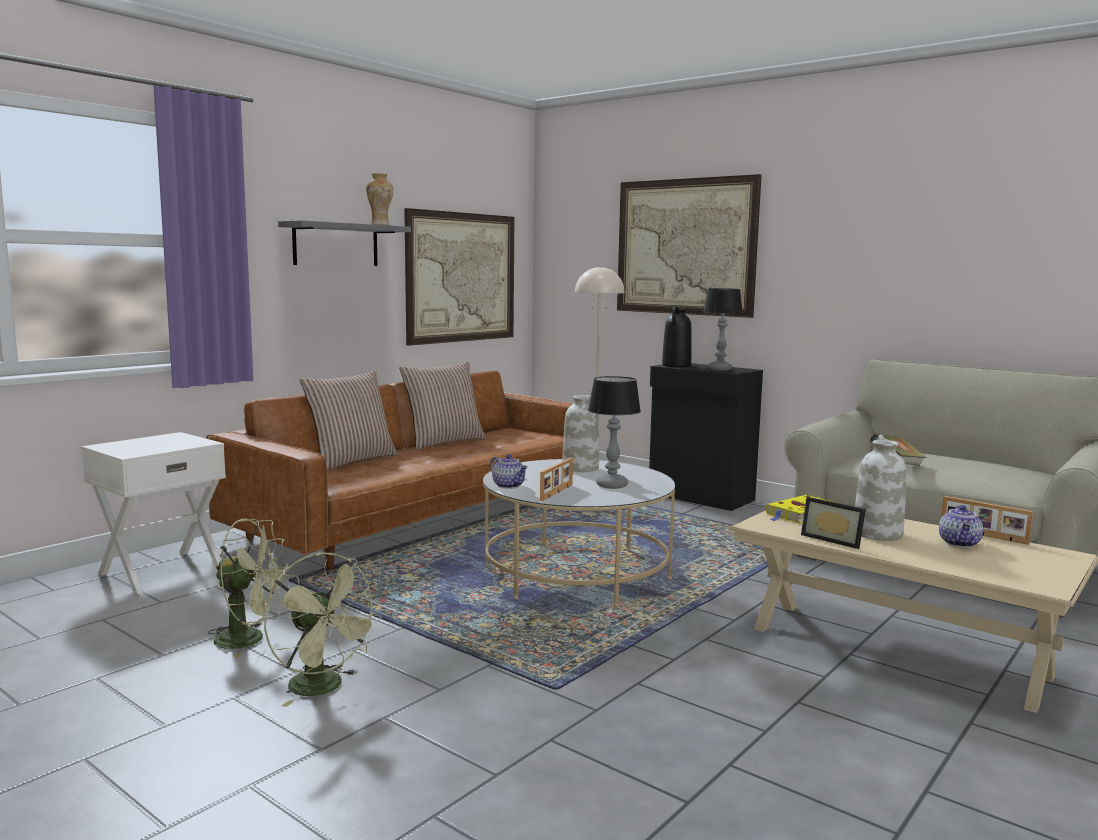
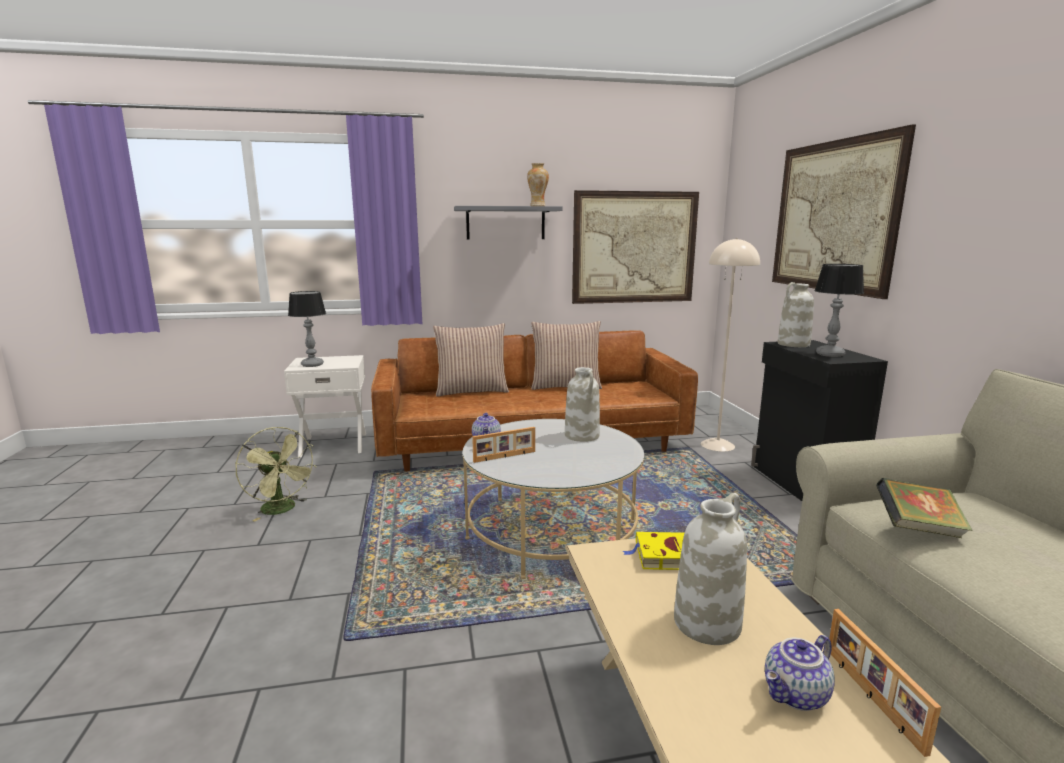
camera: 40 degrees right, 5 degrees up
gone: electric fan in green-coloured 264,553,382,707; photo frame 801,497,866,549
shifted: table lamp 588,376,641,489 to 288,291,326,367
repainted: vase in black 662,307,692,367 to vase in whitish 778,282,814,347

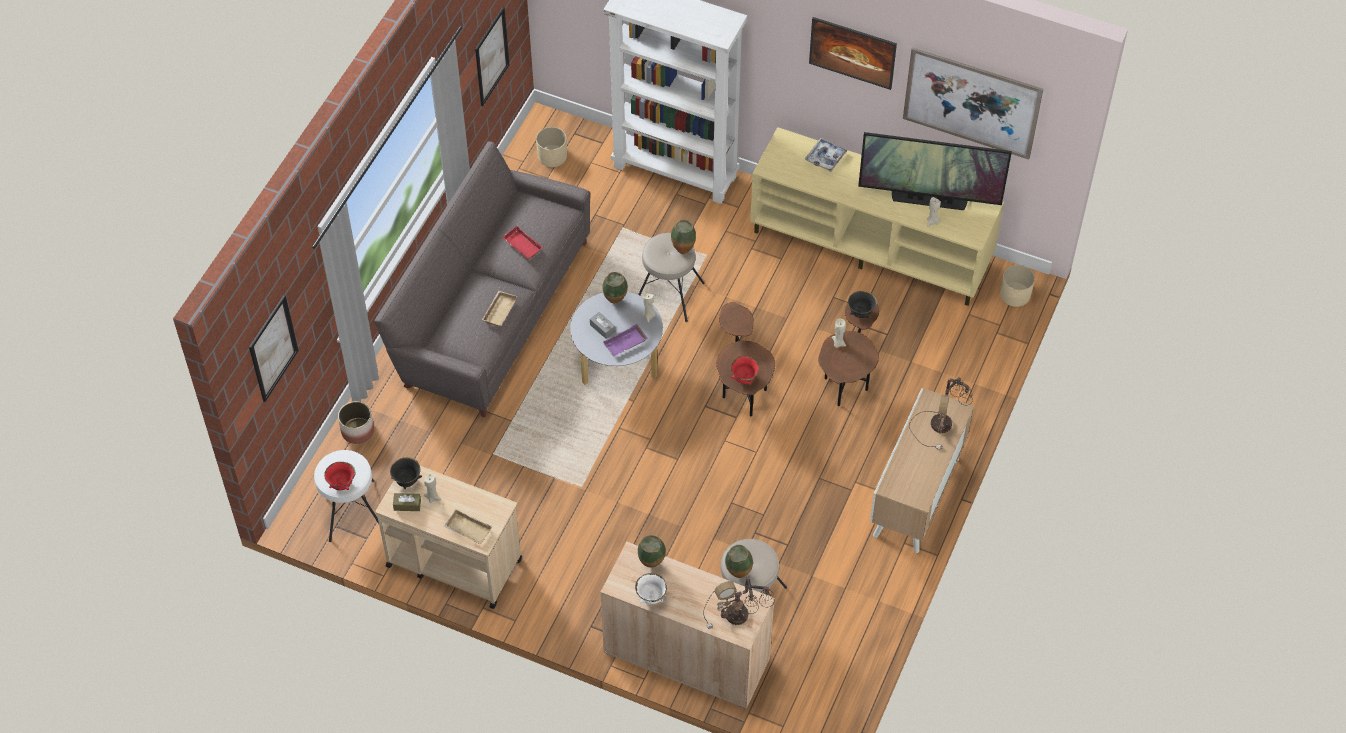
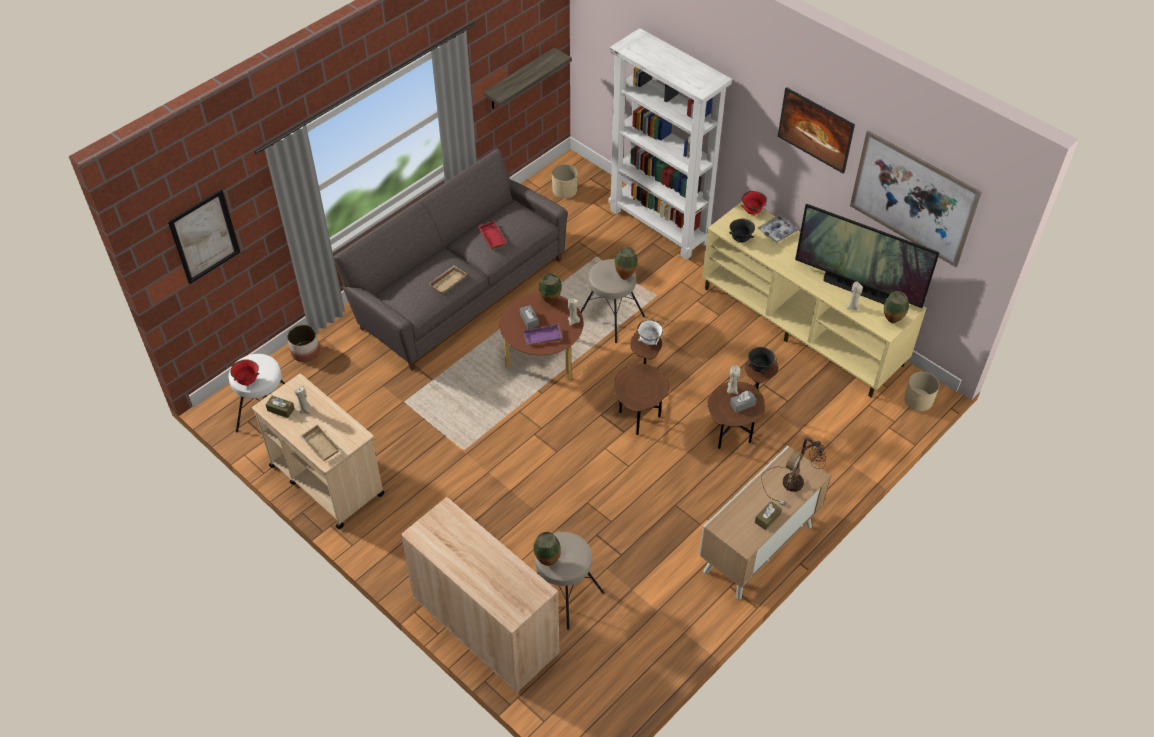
camera: 20 degrees right, 5 degrees down
gone: table lamp 703,576,774,629
new: box of tissues in grey 730,391,757,413; box of tissues in brownish 755,501,782,530
shifted: deep dish in black 390,457,422,489 to 729,218,755,243; deep dish in whitish 635,573,667,604 to 637,320,663,345; vase 638,535,666,568 to 884,291,909,323; deep dish in red 731,356,759,385 to 741,191,767,215
swapped: wall art 475,7,510,106 to wall shelf 483,47,572,109
repainted: lounge table in grey 570,292,663,385 to lounge table in brownish 500,293,583,381

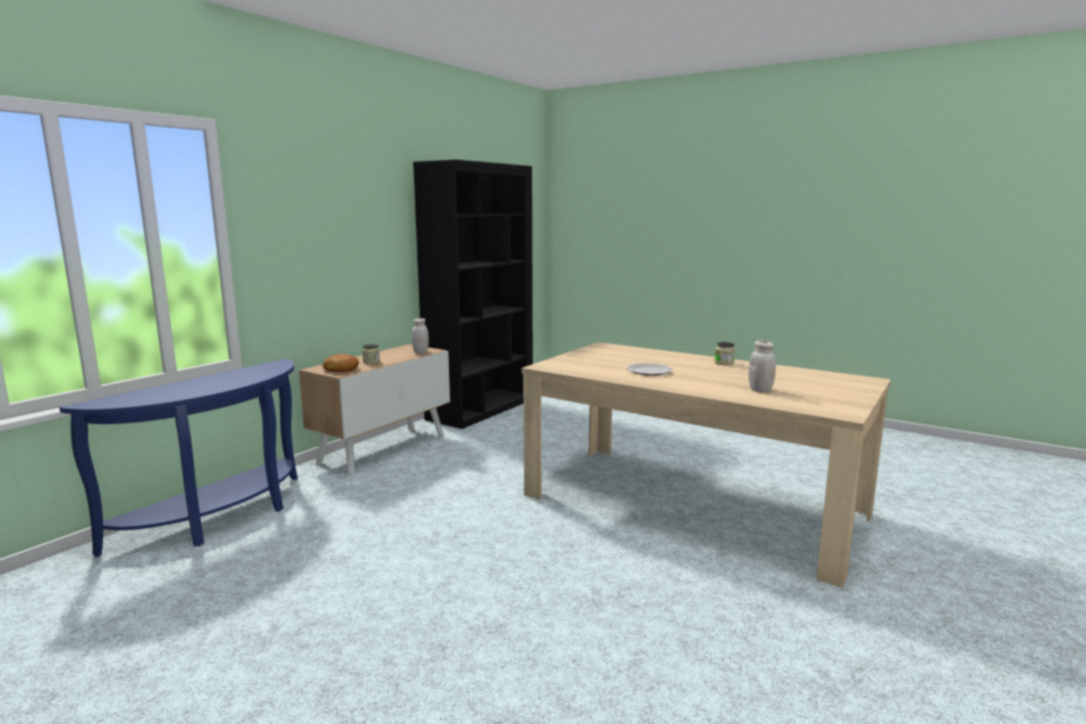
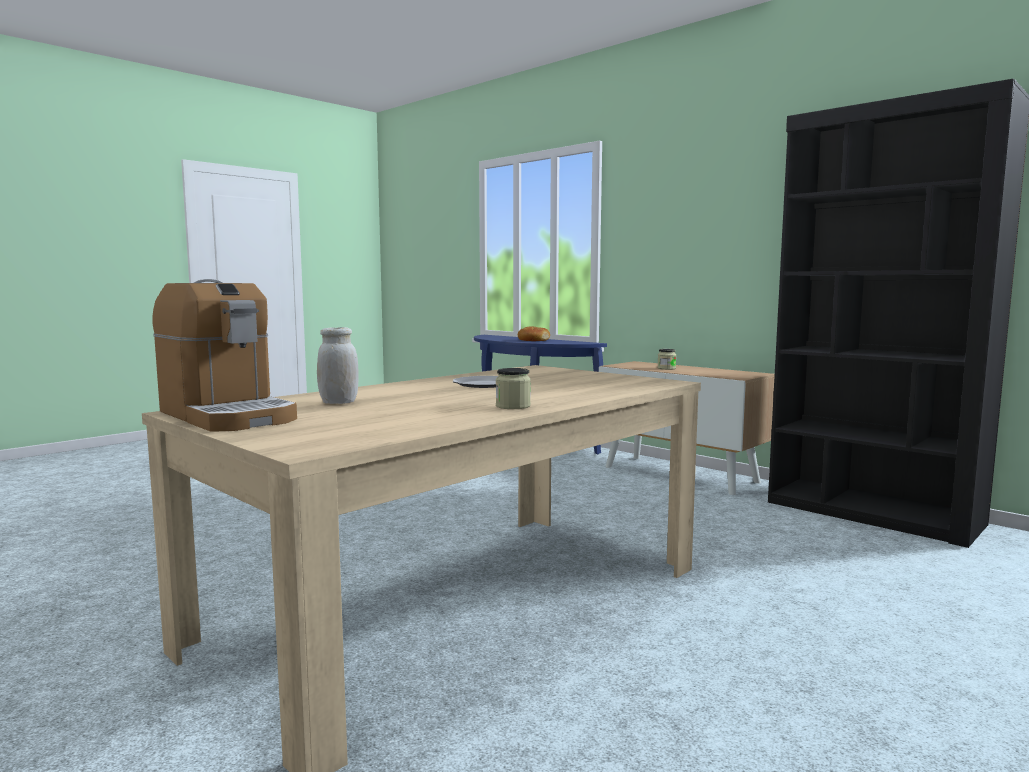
camera: 100 degrees right, 5 degrees down
gone: jar in whitish 412,318,429,354
new: coffee maker 152,279,297,432
shifted: bakery bread 323,354,359,372 to 518,327,550,341

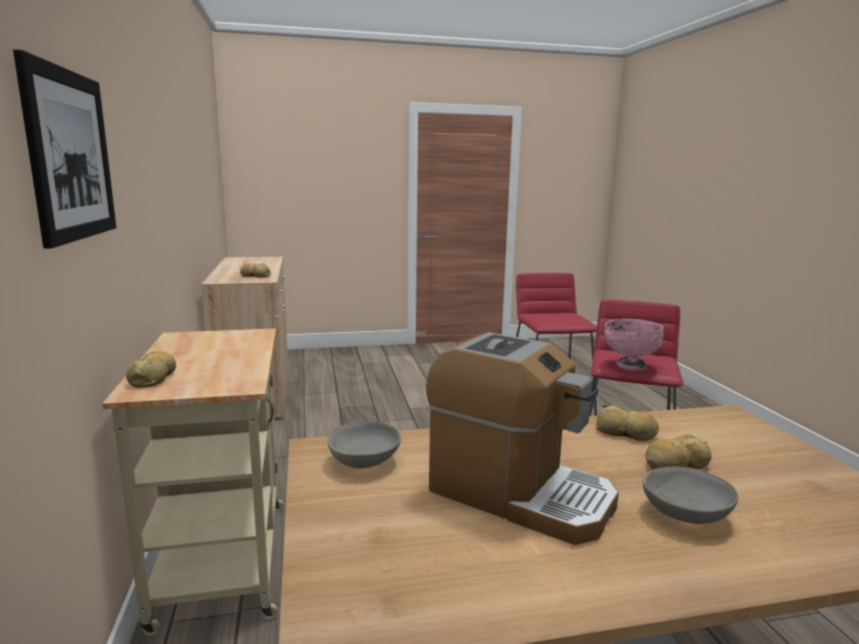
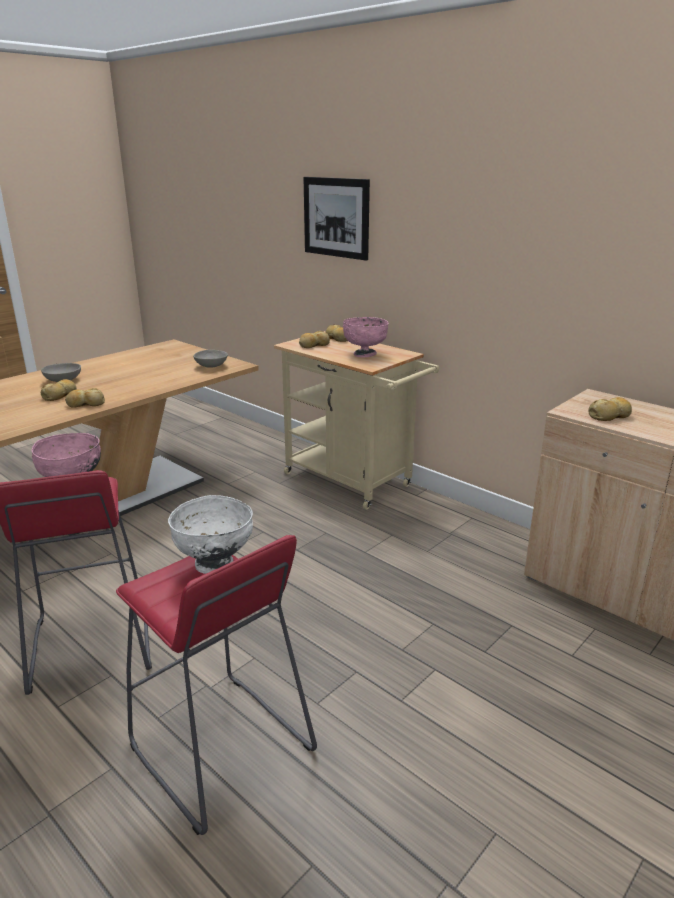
camera: 145 degrees right, 10 degrees up
gone: coffee maker 426,332,619,545
new: deep dish in whitish 168,495,253,574; bakery bread 299,331,330,348; deep dish in pink 343,317,389,357

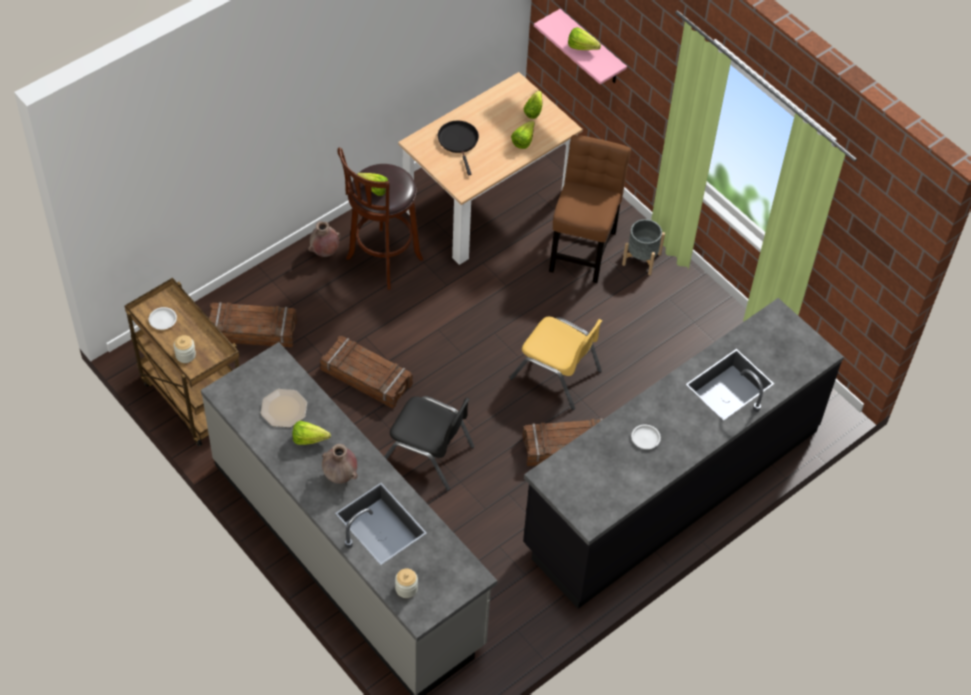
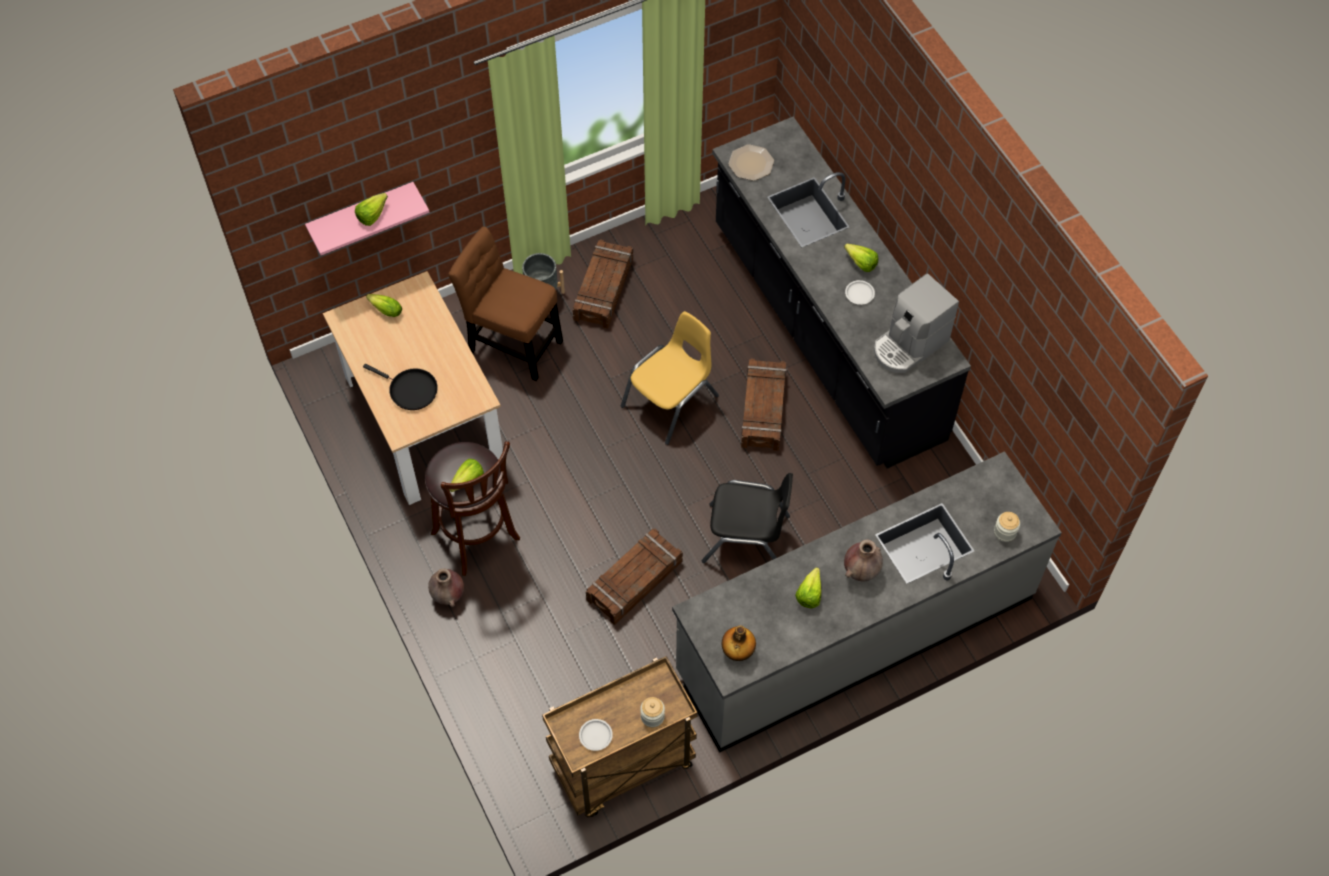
camera: 75 degrees left, 5 degrees up
new: bottle 721,625,756,661; coffee maker 874,273,959,373
shifted: packing crate 209,302,297,348 to 573,239,633,328; plate 261,389,307,427 to 728,144,774,181; lettuce head 511,120,535,149 to 844,243,878,272
rotated: upright chair in black 384,396,474,491 = 702,473,793,563 60 degrees clockwise; skillet in black 438,121,479,175 = 363,364,438,410 150 degrees counterclockwise

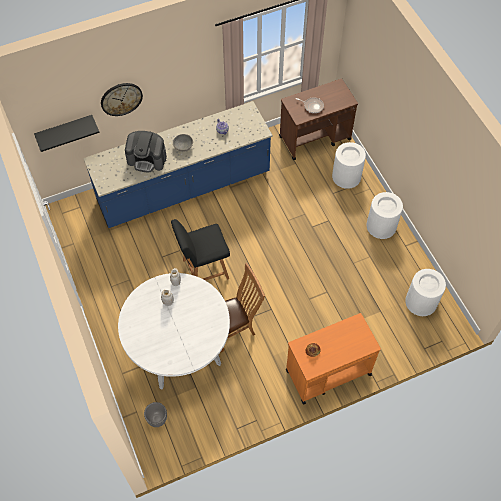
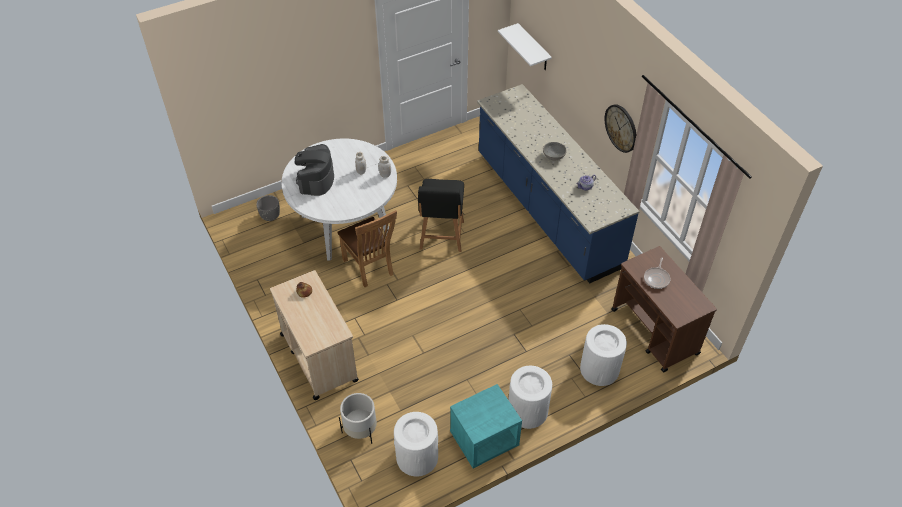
camera: 85 degrees right, 10 degrees down
new: planter in whitish 339,393,377,444; bedside table in turquoise 450,384,522,468
shifted: wall clock 101,83,143,116 to 605,104,637,153; coffee maker 125,131,167,172 to 295,144,334,196
repainted: wall shelf in black 34,115,100,152 to wall shelf in whitish 498,23,552,70; wheeled cart in orange 286,313,381,405 to wheeled cart in beige 270,270,359,400
rotated: upright chair in black 171,219,230,281 = 418,179,464,252 150 degrees counterclockwise

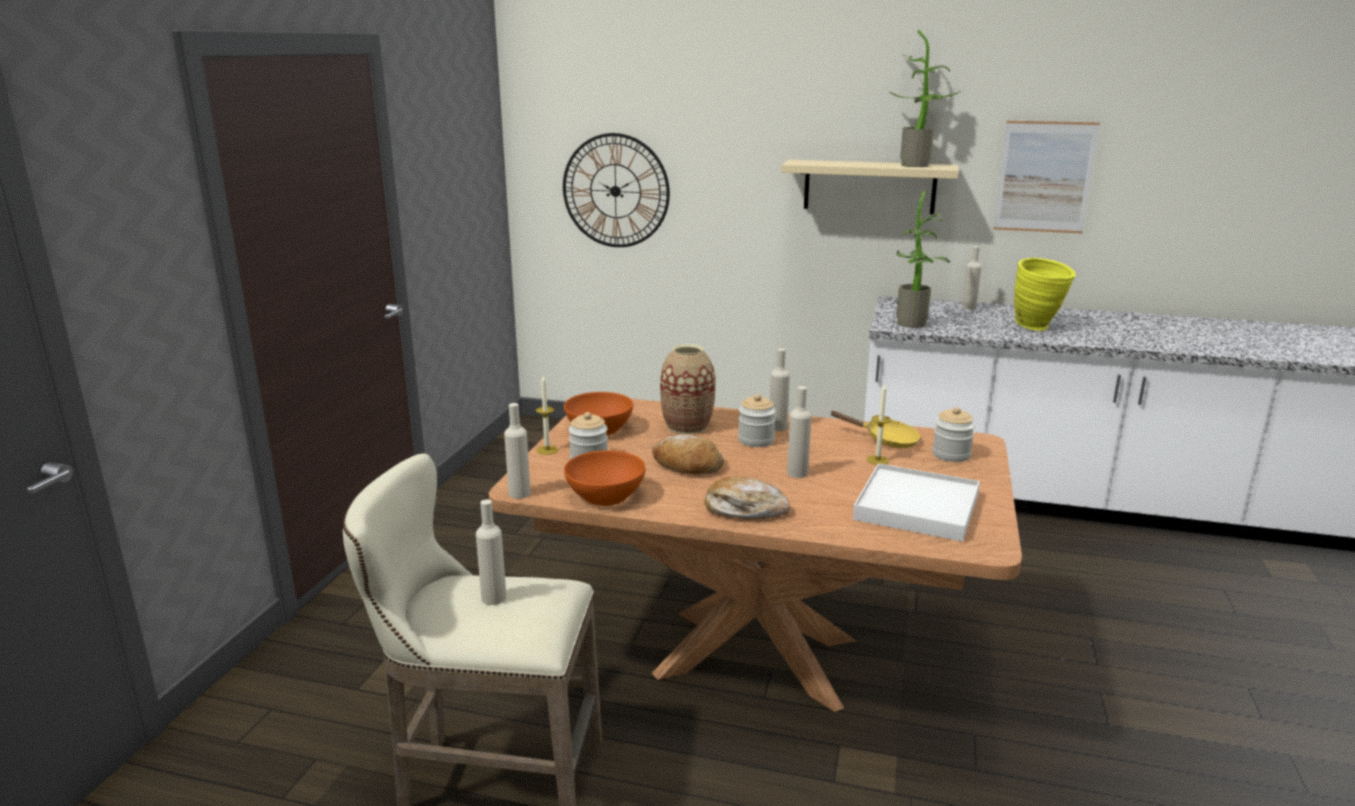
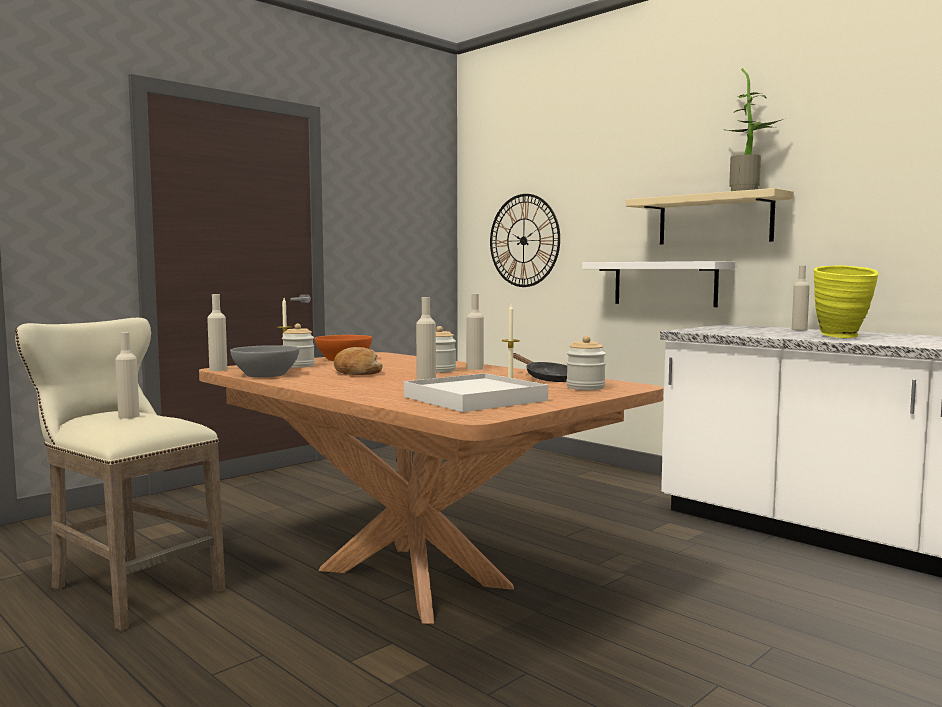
camera: 30 degrees right, 15 degrees down
gone: vase 660,344,716,434; bakery bread 705,476,790,519; potted plant 896,191,950,328; wall art 993,121,1100,234
new: wall shelf in whitish 582,261,735,307
repainted: deep dish in orange 564,450,646,506 to deep dish in grey 230,345,299,377; skillet in yellow 830,411,921,448 to skillet in black 513,353,567,382

